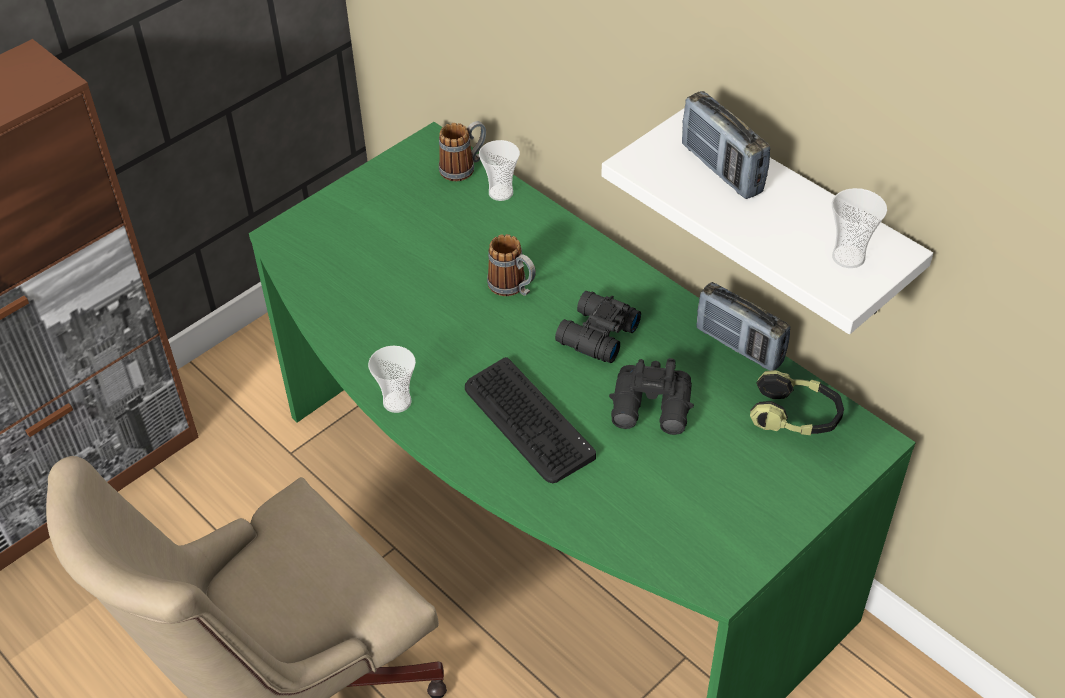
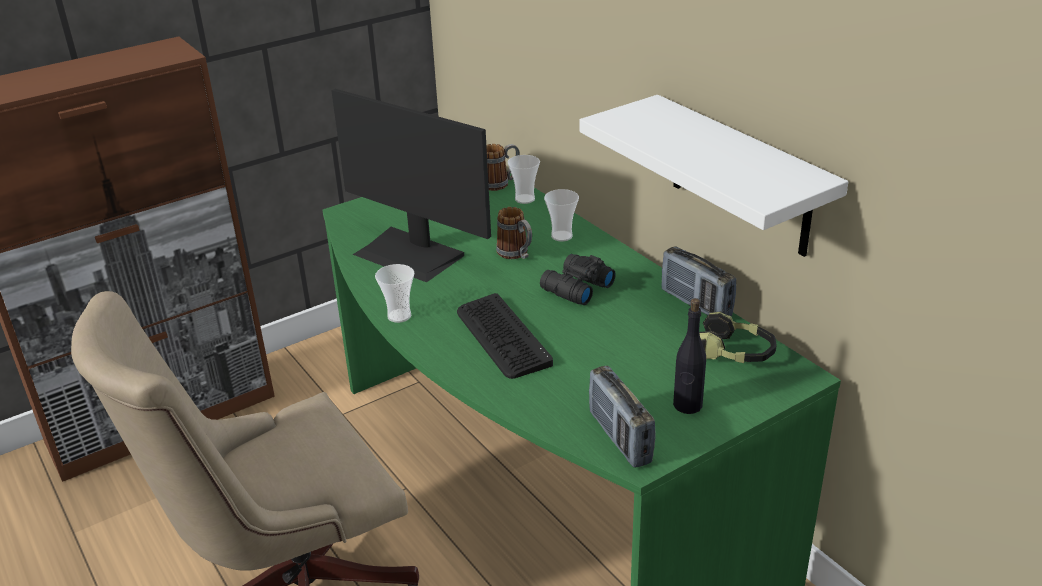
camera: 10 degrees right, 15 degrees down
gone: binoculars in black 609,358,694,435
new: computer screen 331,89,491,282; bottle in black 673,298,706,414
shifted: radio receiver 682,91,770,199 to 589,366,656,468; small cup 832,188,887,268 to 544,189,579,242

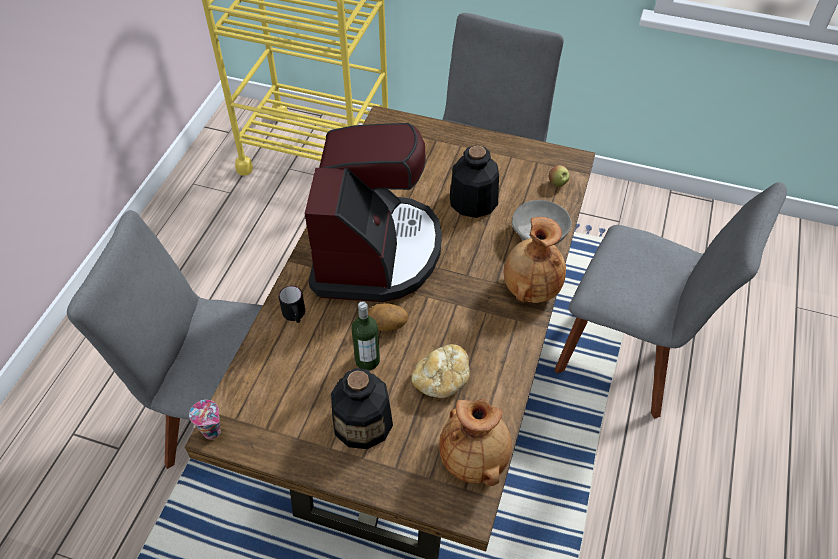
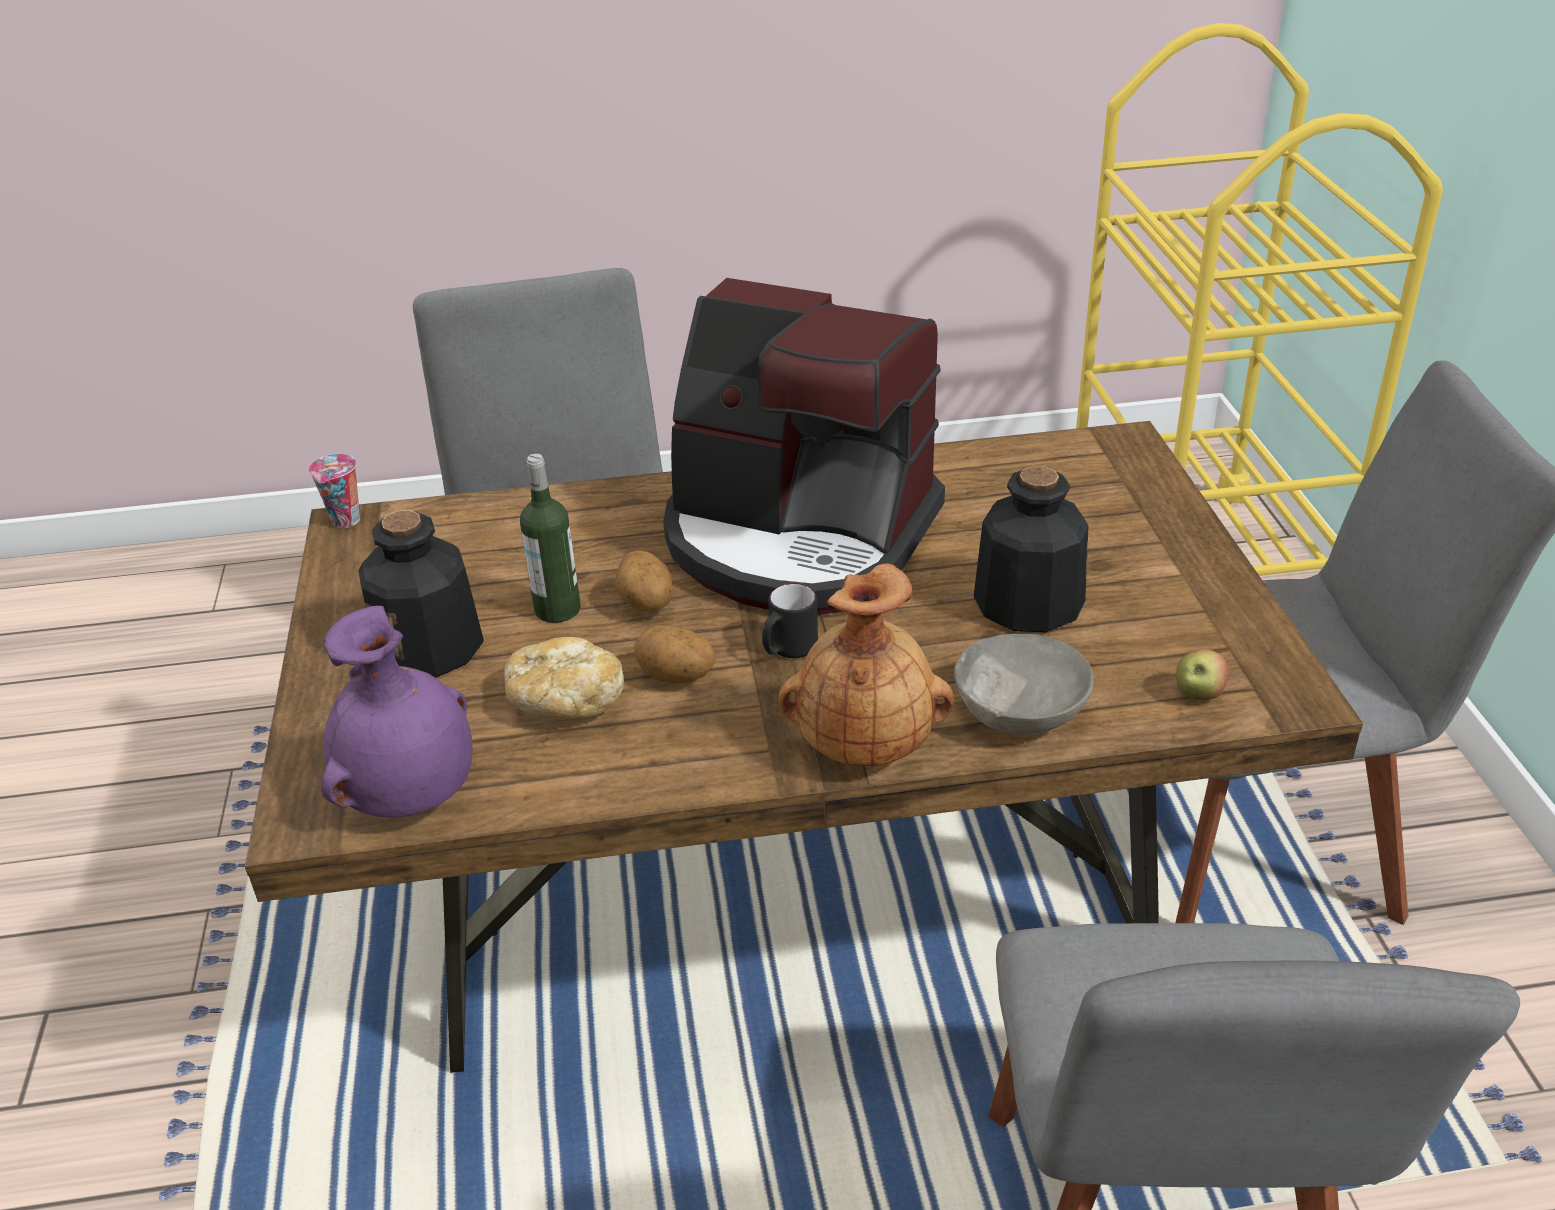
camera: 65 degrees right, 15 degrees down
new: spud 634,625,716,683
shifted: mug in black 279,286,305,323 to 762,583,818,658
repainted: vase in brownish 439,398,512,486 to vase in purple 321,606,472,818
rotated: coffee maker 305,123,442,302 = 663,278,945,615 45 degrees clockwise

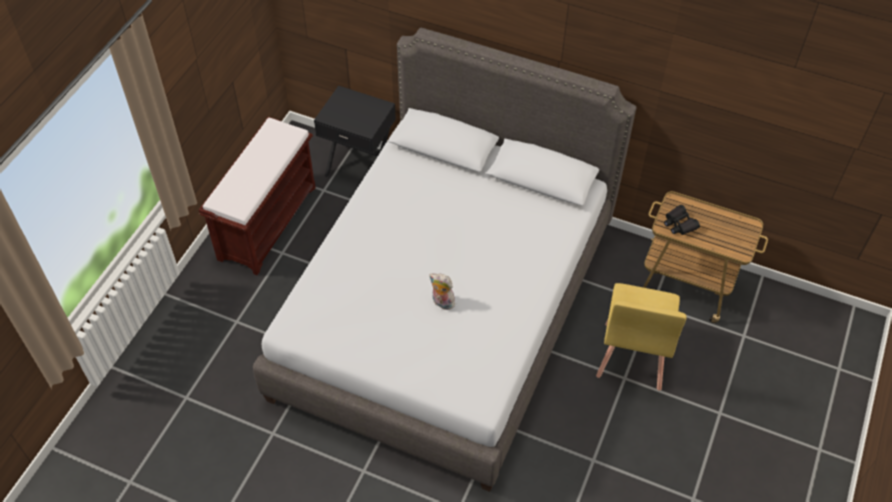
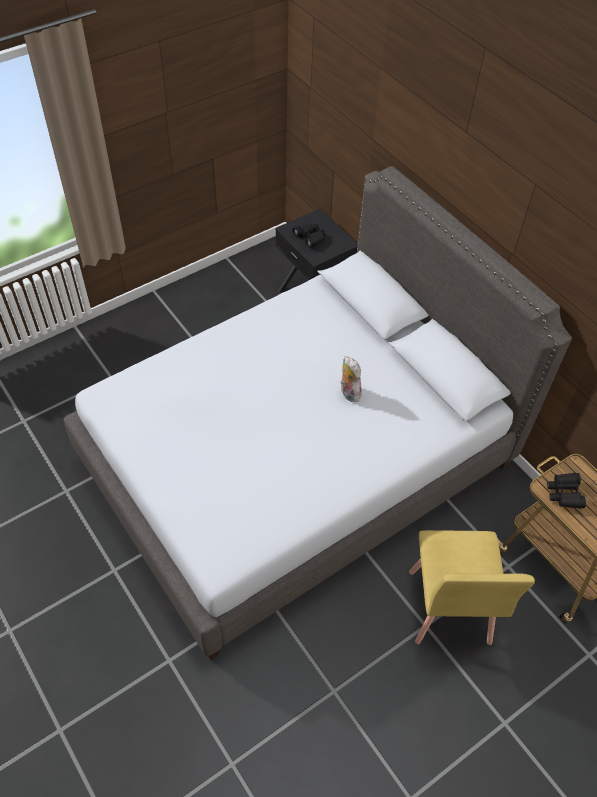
camera: 30 degrees right, 0 degrees up
gone: long seat in brownish 199,117,316,275
new: binoculars in black 292,222,325,248
shifted: plush toy 429,274,455,310 to 340,356,363,402
rotated: upright chair in yellow 596,283,687,390 = 409,530,535,645 45 degrees counterclockwise

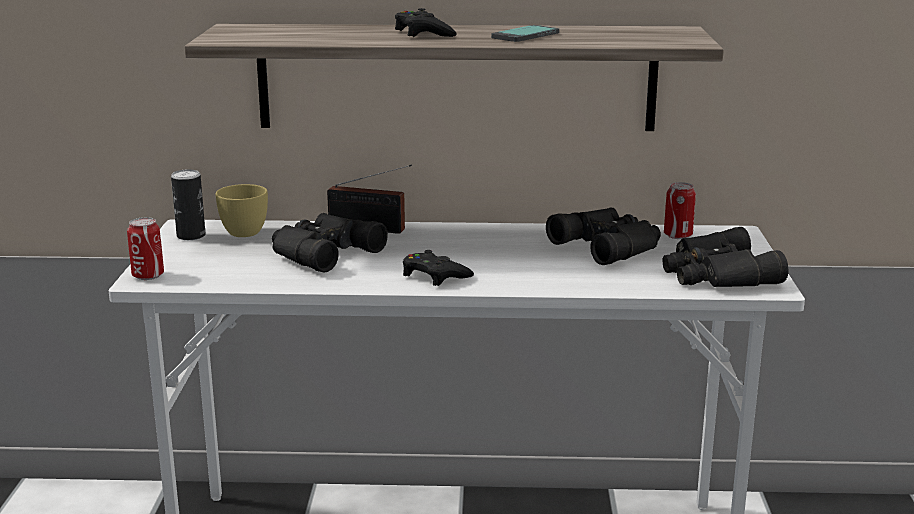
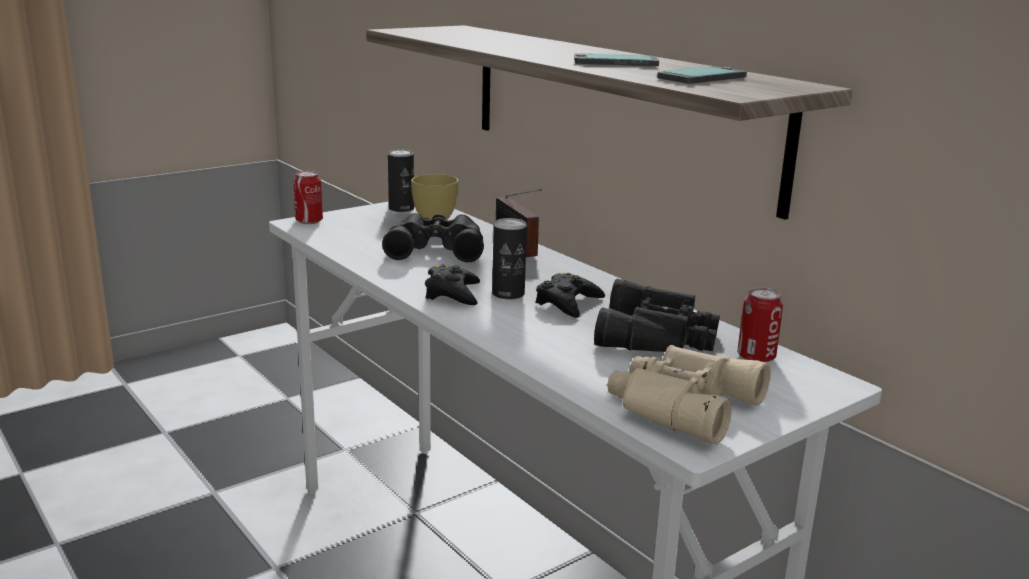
camera: 50 degrees right, 0 degrees up
new: metal can 492,218,527,300; phone 657,66,747,84
shifted: game controller in black 395,8,456,37 to 536,273,605,318
repainted: binoculars in black 663,227,788,287 to binoculars in beige 607,345,771,444

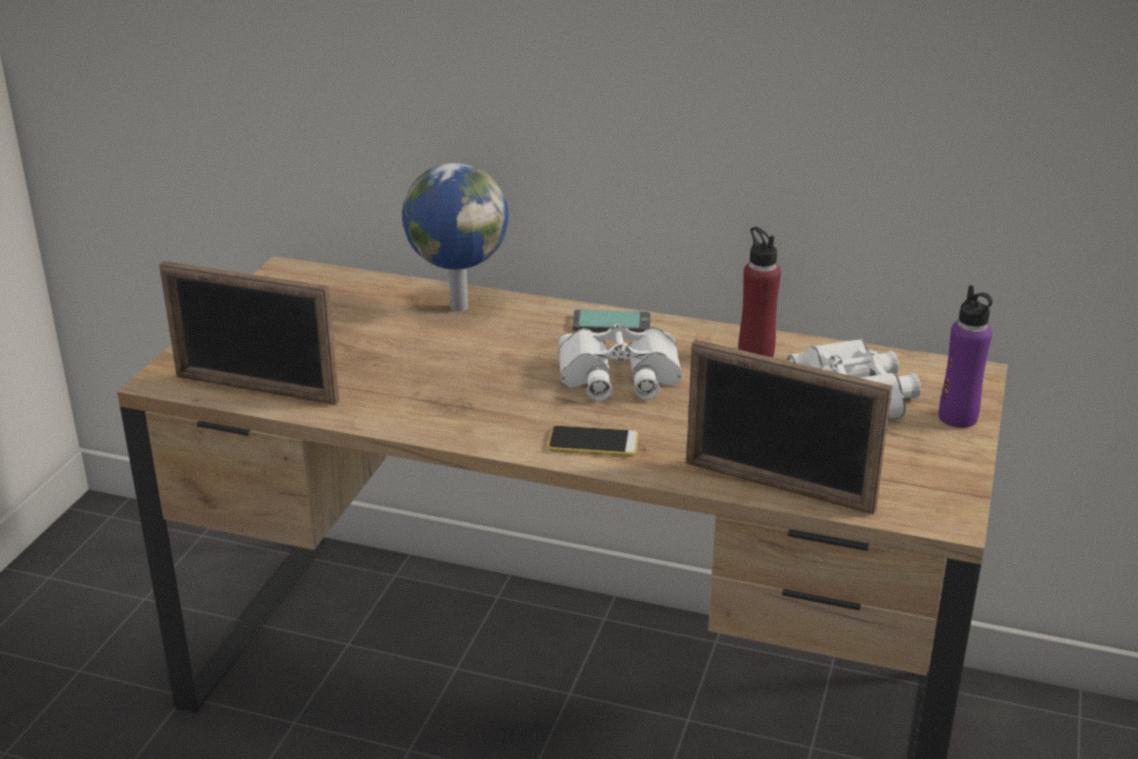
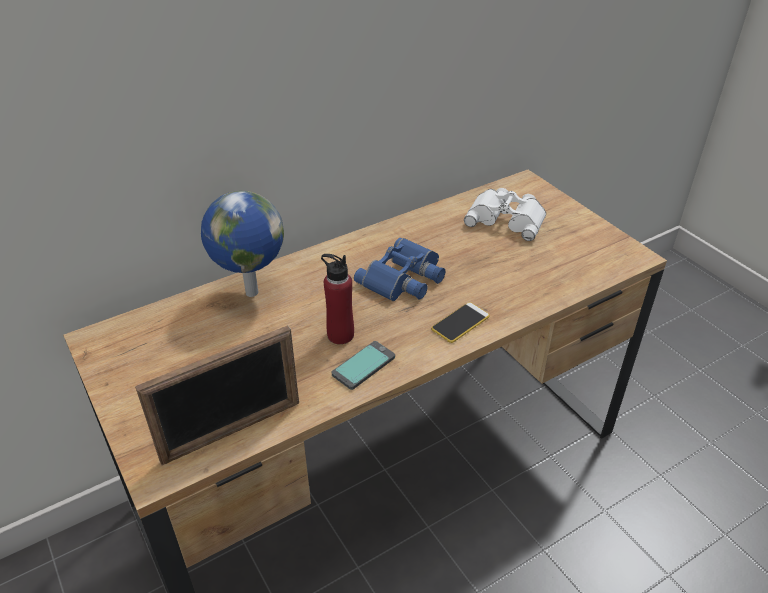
camera: 50 degrees left, 10 degrees up
gone: photo frame 686,339,892,515; bottle in purple 939,285,993,428
shifted: phone 572,310,651,333 to 332,341,395,390; bottle in red 738,227,781,357 to 321,254,354,344
repainted: binoculars in whitish 559,323,682,401 to binoculars in blue-coloured 354,238,445,301

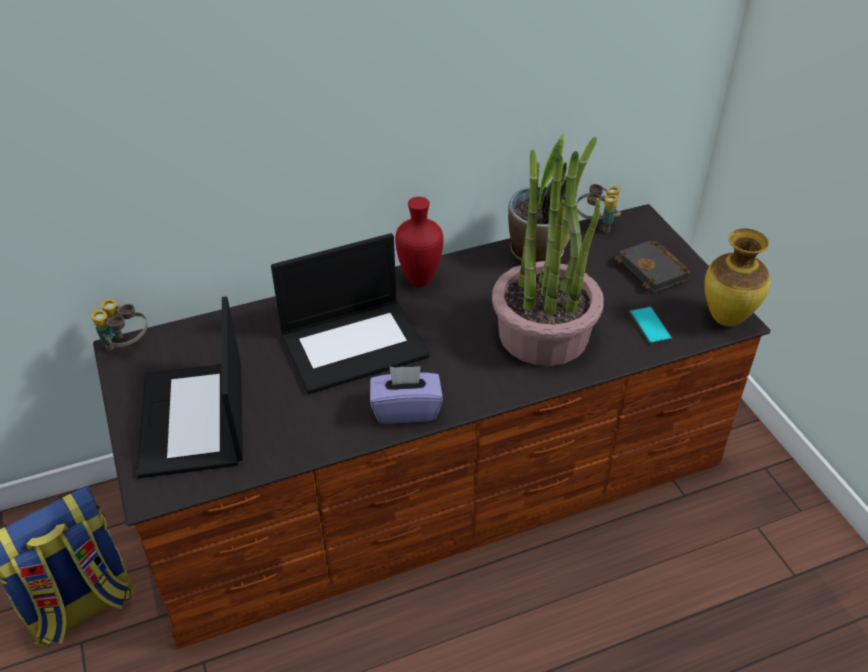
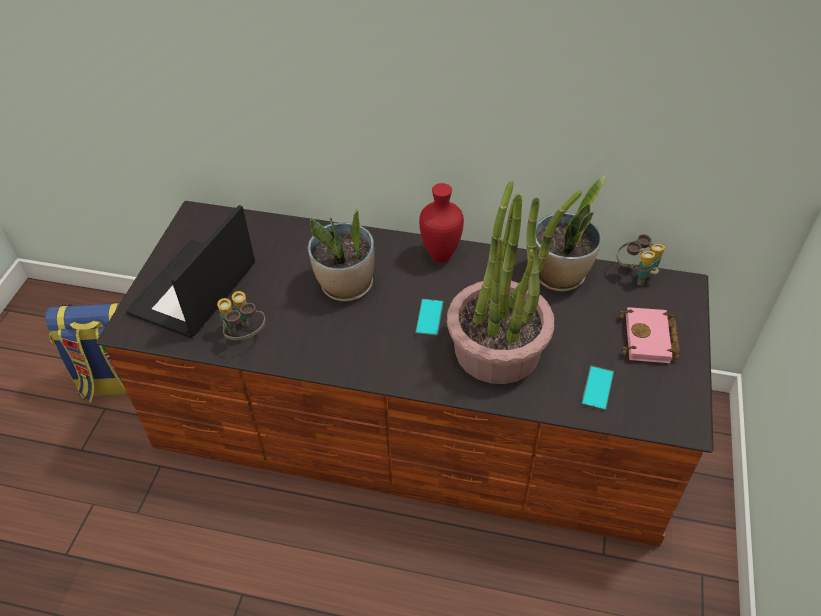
camera: 35 degrees right, 5 degrees up
gone: box of tissues in purple 370,366,443,424; vase 704,228,770,326
new: phone 415,299,444,337
shifted: binoculars 91,299,148,352 to 217,291,266,341
swapped: portable computer 271,233,430,394 to potted plant 308,208,375,302
repainted: bound book in black 615,241,690,292 to bound book in pink 619,307,680,363

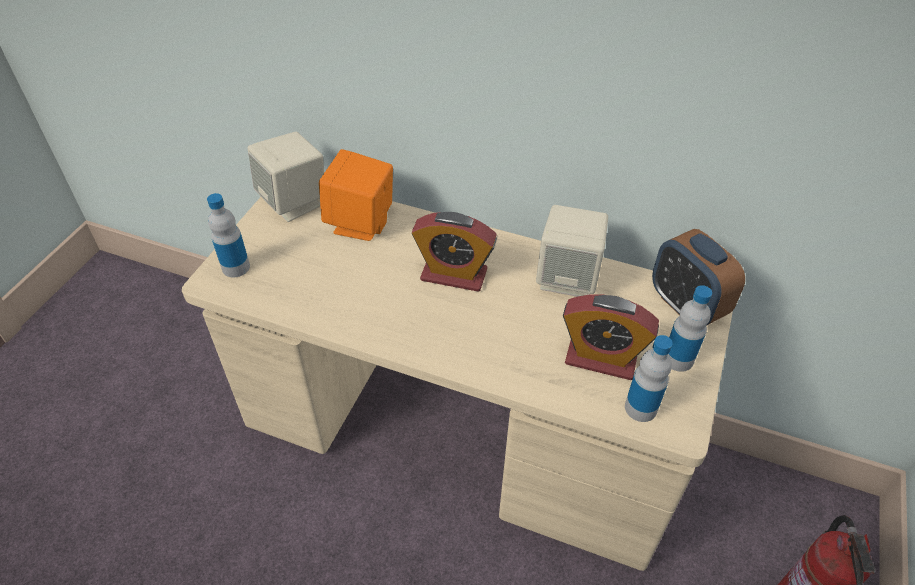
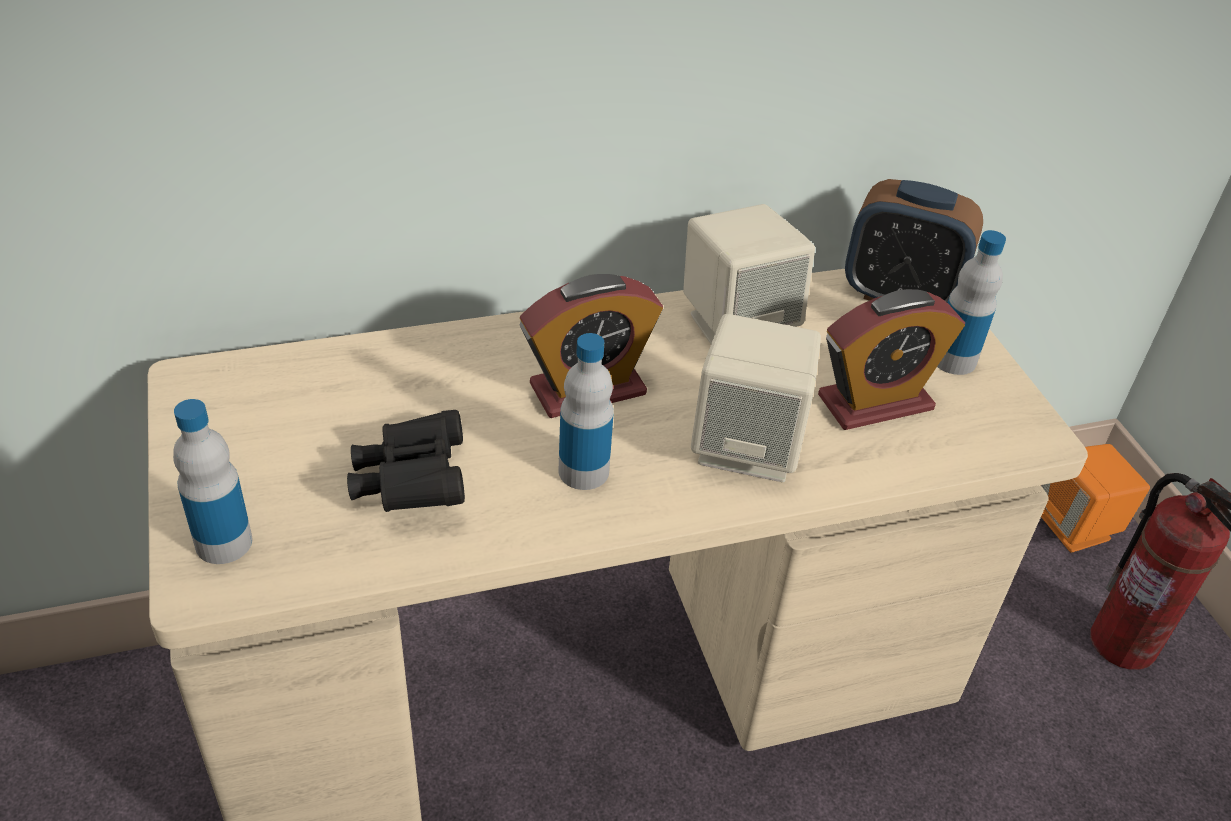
camera: 40 degrees left, 5 degrees down
new: binoculars in black 347,410,465,512
shifted: audio speaker in beige 247,132,324,222 to 691,314,821,482; audio speaker in orange 319,149,393,241 to 1041,444,1150,553; bottle 625,335,673,422 to 558,333,614,490

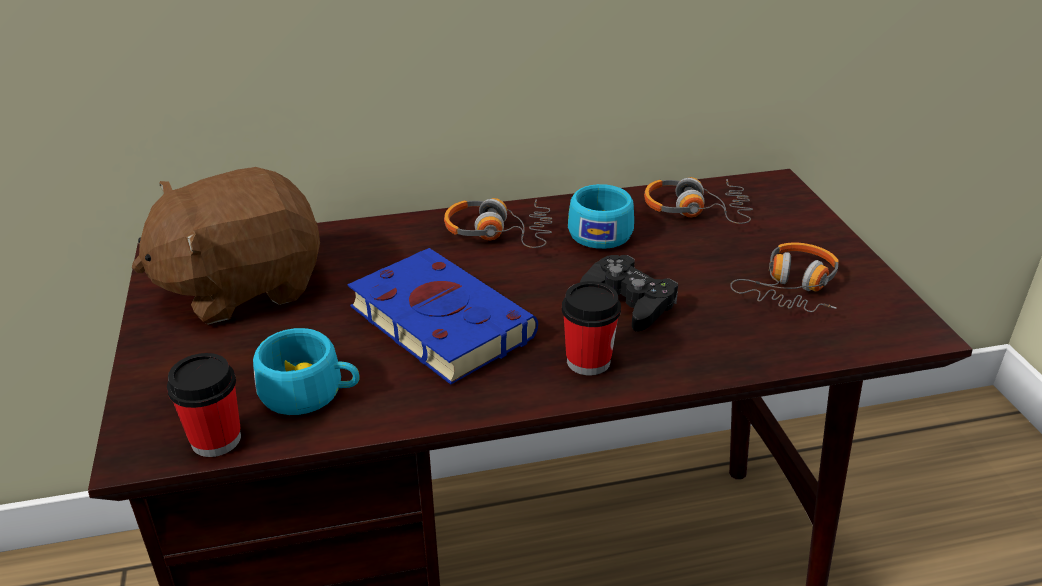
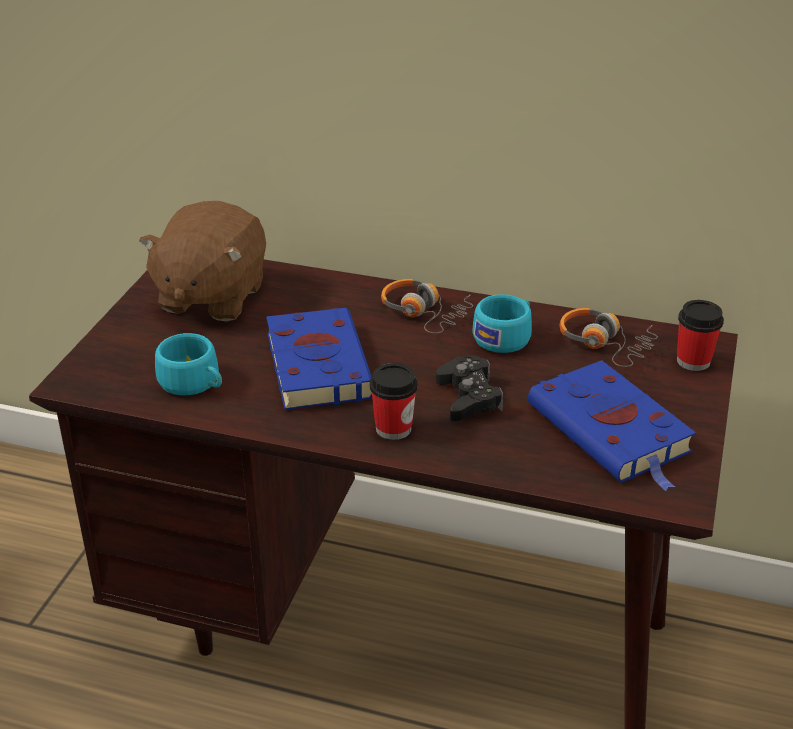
camera: 30 degrees right, 0 degrees up
shifted: small cup 167,353,241,457 to 677,300,724,371
swapped: pair of headphones 730,242,839,312 to bound book in blue-coloured 528,360,696,491
rotated: plush toy in brownish 132,167,320,325 = 139,201,266,322 75 degrees counterclockwise

